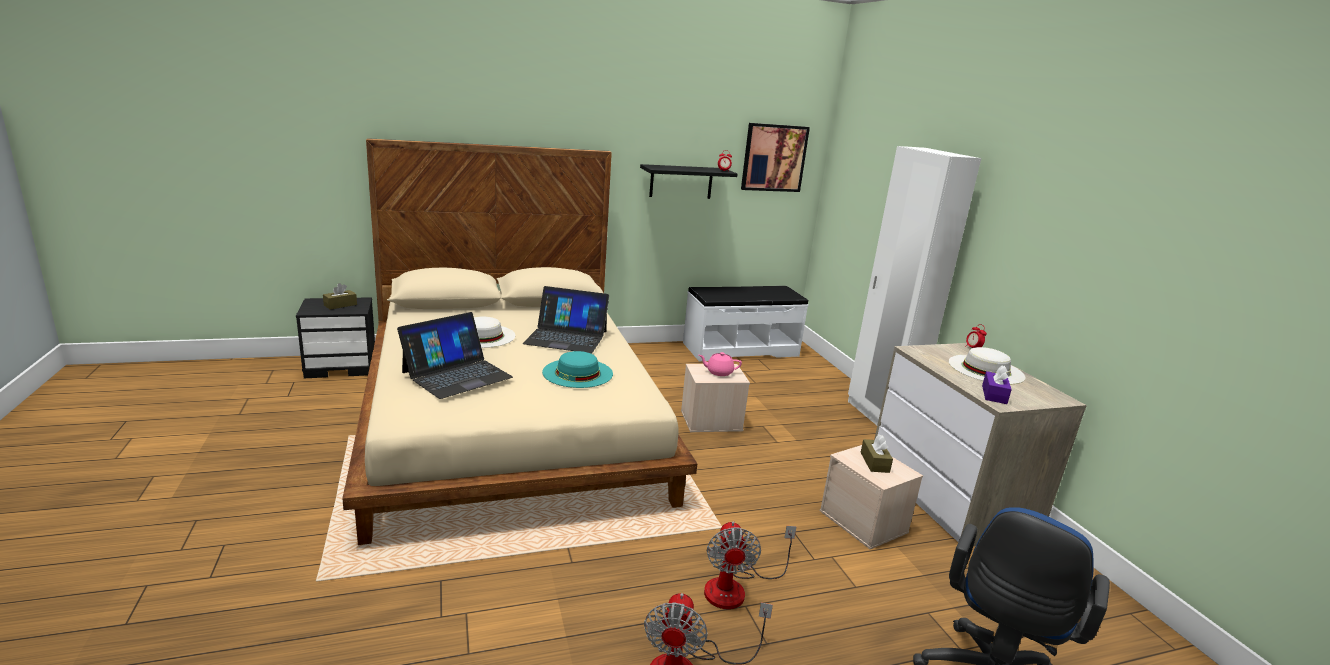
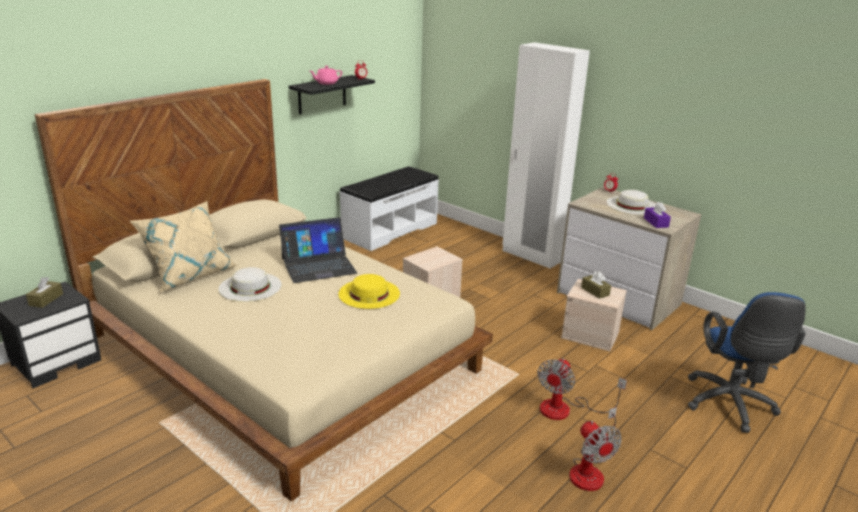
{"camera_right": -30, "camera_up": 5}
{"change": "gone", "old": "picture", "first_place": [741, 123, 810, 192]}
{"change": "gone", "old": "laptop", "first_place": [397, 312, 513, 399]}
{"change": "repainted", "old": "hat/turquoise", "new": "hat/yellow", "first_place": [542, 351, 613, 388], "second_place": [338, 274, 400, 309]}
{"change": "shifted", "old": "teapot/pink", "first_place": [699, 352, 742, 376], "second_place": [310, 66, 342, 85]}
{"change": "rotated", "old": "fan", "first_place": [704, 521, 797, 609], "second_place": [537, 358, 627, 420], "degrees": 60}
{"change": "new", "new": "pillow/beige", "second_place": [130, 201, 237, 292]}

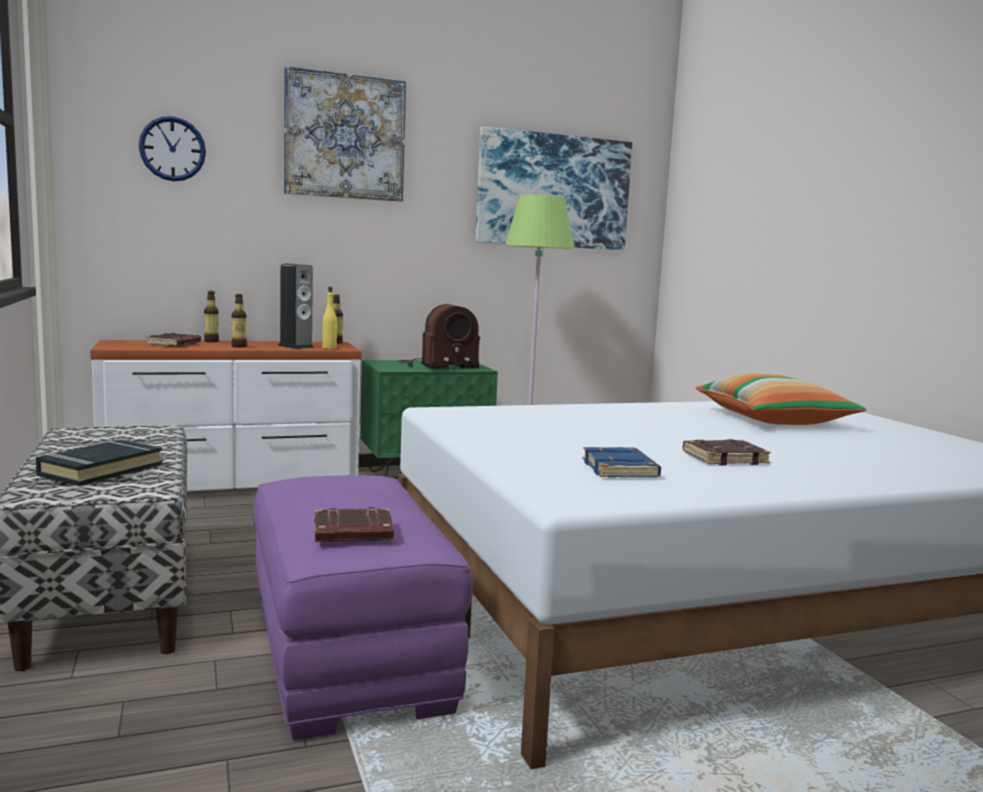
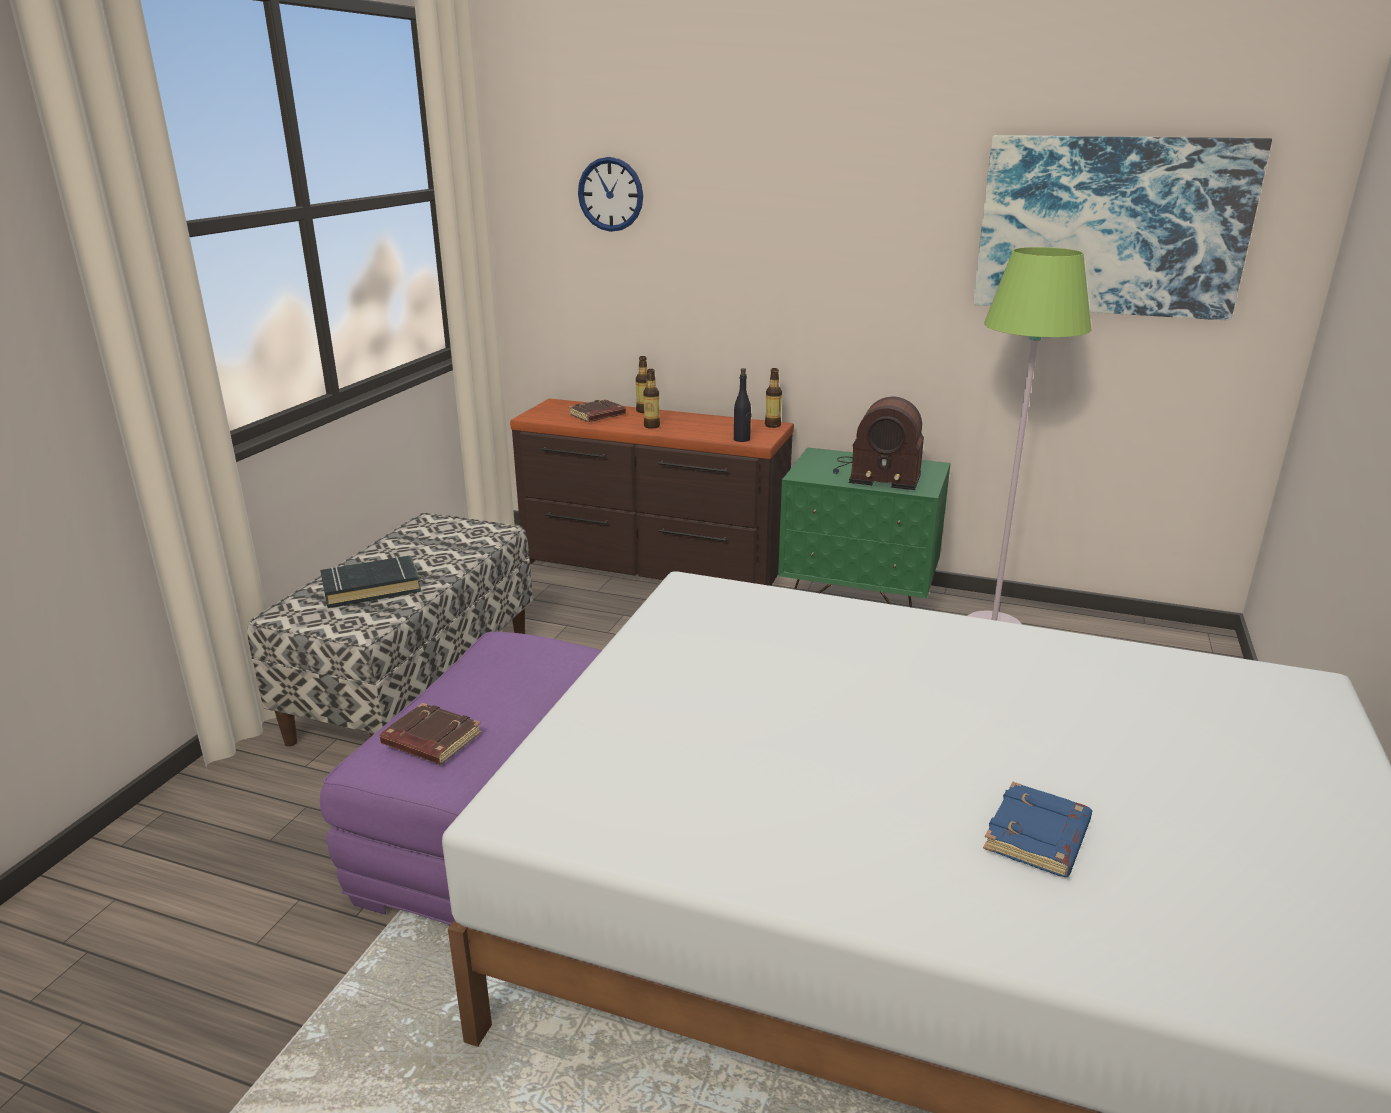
{"camera_right": 40, "camera_up": 15}
{"change": "gone", "old": "picture", "first_place": [284, 66, 406, 202]}
{"change": "gone", "old": "speaker", "first_place": [278, 263, 314, 349]}
{"change": "repainted", "old": "bottle/yellow", "new": "bottle/black", "first_place": [322, 287, 338, 349], "second_place": [734, 368, 752, 442]}
{"change": "repainted", "old": "dresser/white", "new": "dresser/brown", "first_place": [90, 340, 362, 491], "second_place": [510, 398, 794, 586]}
{"change": "gone", "old": "pillow", "first_place": [696, 373, 867, 425]}
{"change": "gone", "old": "book/brown", "first_place": [683, 439, 771, 466]}
{"change": "shifted", "old": "book/blue", "first_place": [582, 447, 661, 478], "second_place": [983, 781, 1092, 877]}

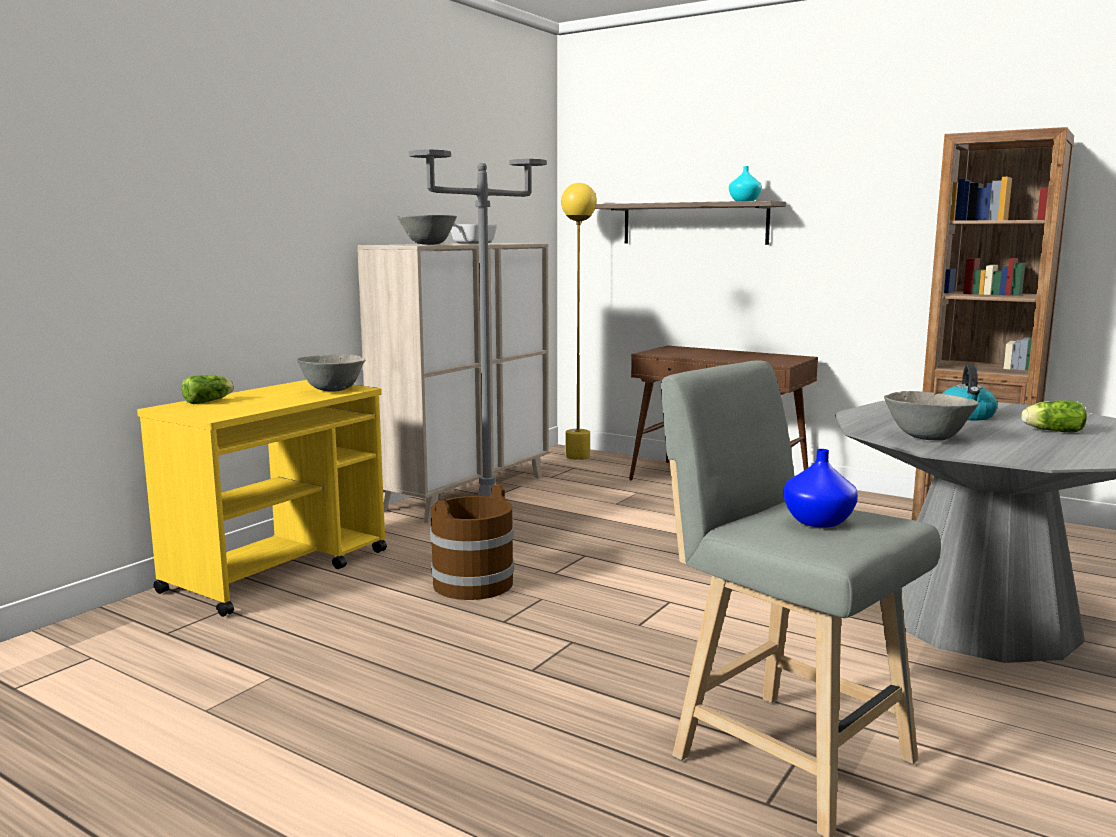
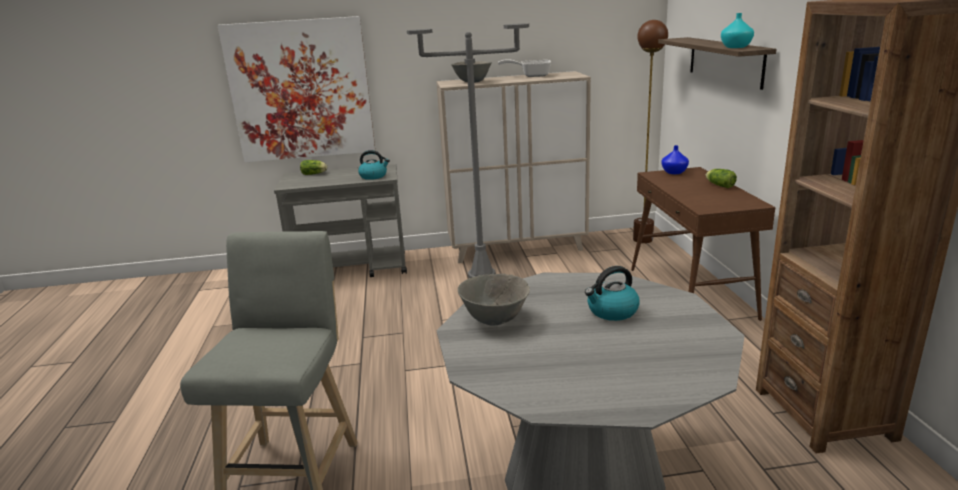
{"camera_right": 50, "camera_up": 10}
{"change": "repainted", "old": "floor lamp/yellow", "new": "floor lamp/brown", "first_place": [561, 183, 597, 460], "second_place": [633, 20, 668, 244]}
{"change": "swapped", "old": "bowl/grey", "new": "kettle", "first_place": [296, 354, 366, 392], "second_place": [358, 150, 390, 180]}
{"change": "repainted", "old": "cart/yellow", "new": "cart/grey", "first_place": [137, 380, 387, 617], "second_place": [274, 164, 407, 277]}
{"change": "shifted", "old": "lettuce", "first_place": [1021, 400, 1087, 432], "second_place": [705, 169, 737, 188]}
{"change": "shifted", "old": "vase/blue", "first_place": [783, 449, 858, 528], "second_place": [661, 145, 689, 174]}
{"change": "gone", "old": "bucket/brown", "first_place": [430, 484, 514, 600]}
{"change": "new", "new": "picture", "second_place": [217, 16, 376, 162]}

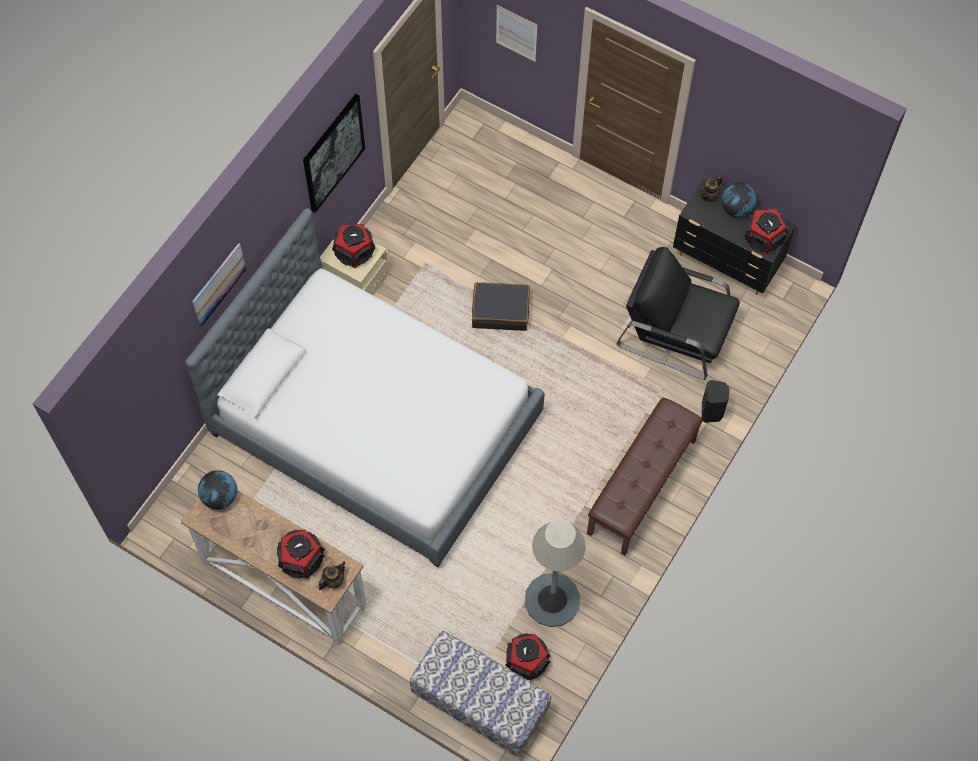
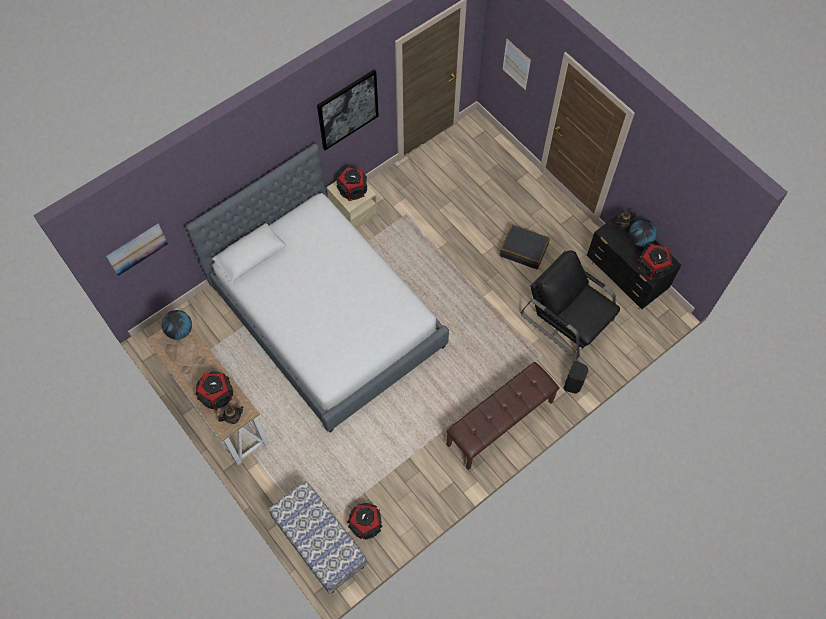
{"camera_right": 20, "camera_up": 0}
{"change": "shifted", "old": "picture", "first_place": [192, 243, 246, 327], "second_place": [106, 224, 168, 276]}
{"change": "shifted", "old": "suitcase/black", "first_place": [472, 282, 530, 331], "second_place": [500, 225, 550, 269]}
{"change": "gone", "old": "floor lamp/grey", "first_place": [525, 519, 586, 627]}

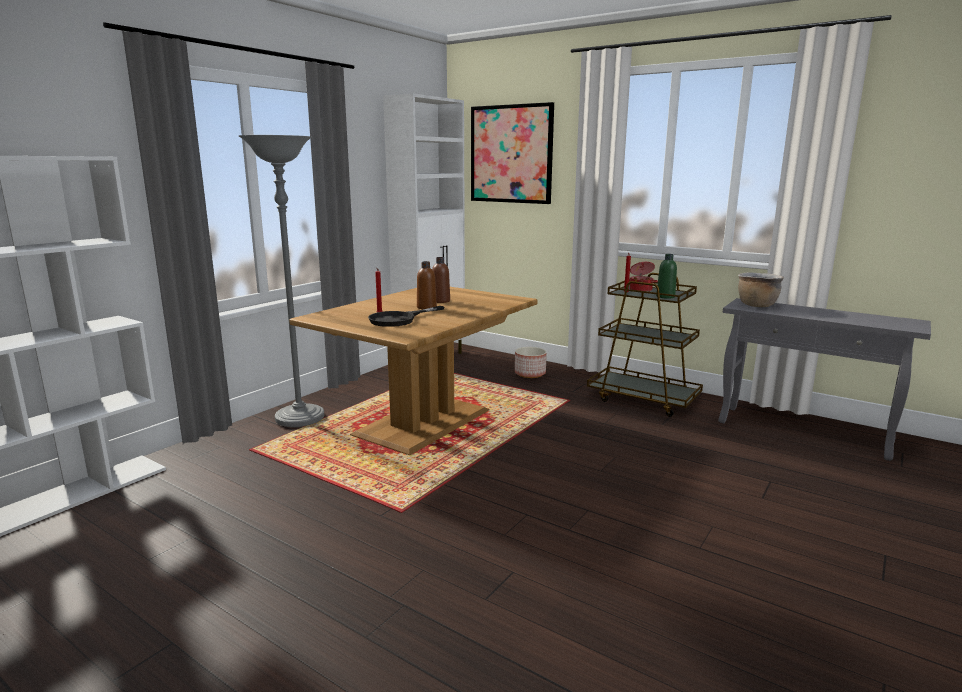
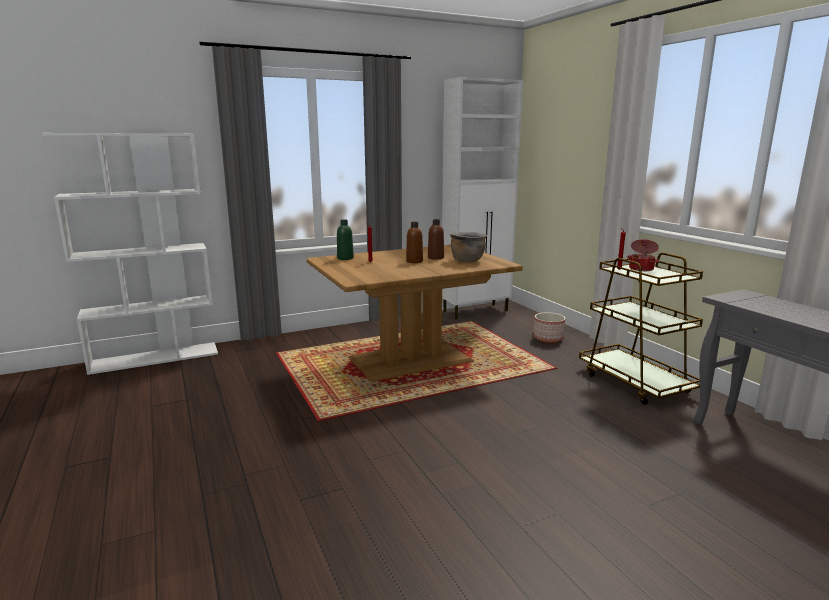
{"camera_right": 30, "camera_up": 0}
{"change": "gone", "old": "picture", "first_place": [471, 102, 554, 204]}
{"change": "gone", "old": "floor lamp/grey", "first_place": [239, 135, 324, 428]}
{"change": "shifted", "old": "bottle/green", "first_place": [656, 254, 677, 299], "second_place": [337, 220, 354, 260]}
{"change": "shifted", "old": "cooking pot/brown", "first_place": [738, 272, 784, 307], "second_place": [450, 232, 487, 262]}
{"change": "gone", "old": "frying pan/black", "first_place": [368, 306, 444, 327]}

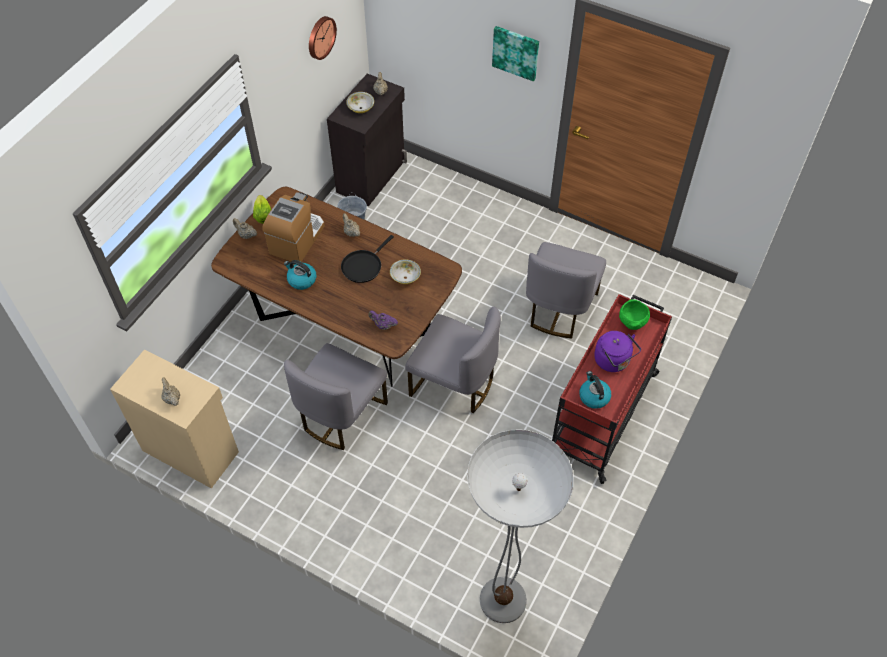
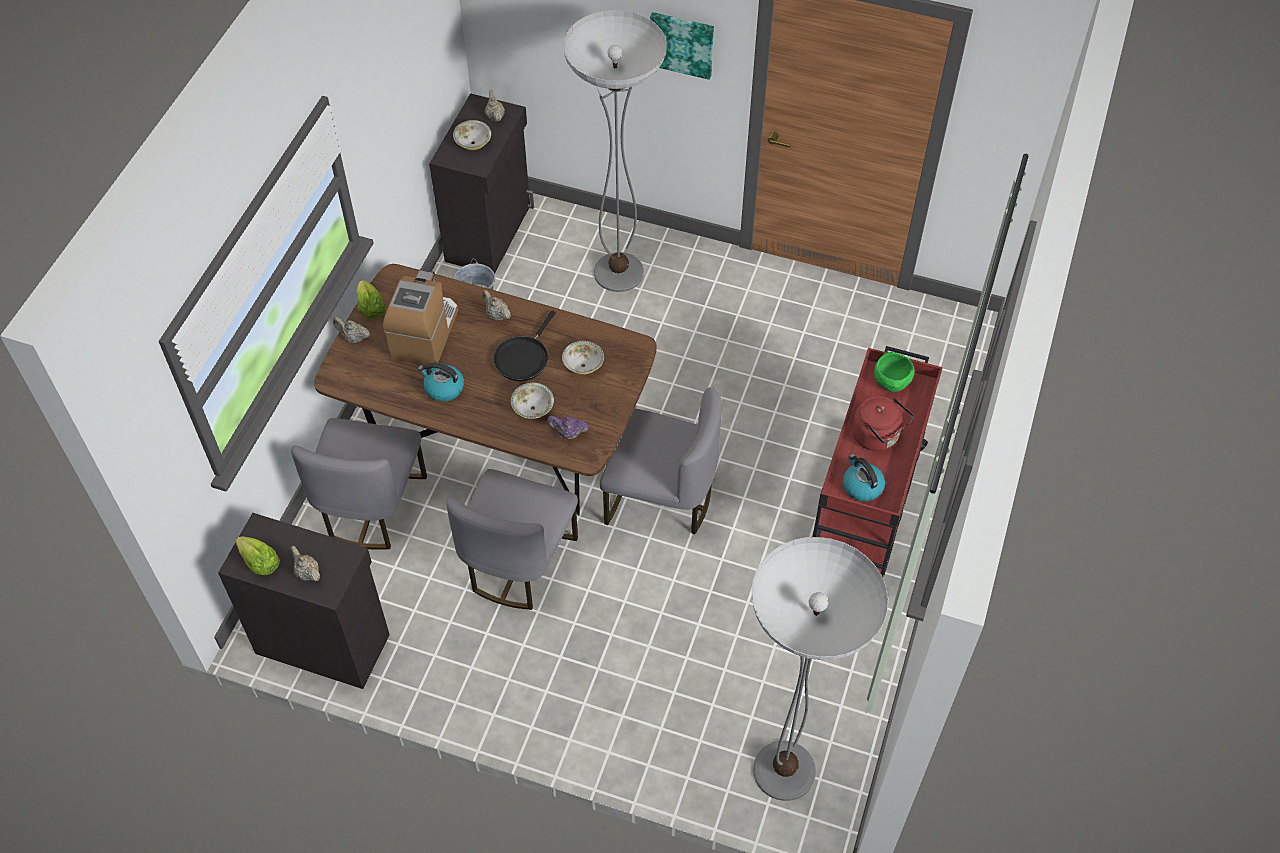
{"camera_right": -10, "camera_up": 0}
{"change": "gone", "old": "wall clock", "first_place": [309, 16, 337, 60]}
{"change": "shifted", "old": "chair/grey", "first_place": [526, 242, 606, 338], "second_place": [291, 418, 427, 550]}
{"change": "repainted", "old": "kettle/purple", "new": "kettle/red", "first_place": [594, 331, 641, 372], "second_place": [852, 396, 914, 451]}
{"change": "repainted", "old": "cabinet/beige", "new": "cabinet/black", "first_place": [110, 349, 239, 488], "second_place": [218, 513, 390, 689]}
{"change": "new", "new": "floor lamp", "second_place": [563, 10, 667, 292]}
{"change": "new", "new": "bowl", "second_place": [511, 383, 554, 419]}
{"change": "new", "new": "lettuce", "second_place": [235, 536, 280, 575]}

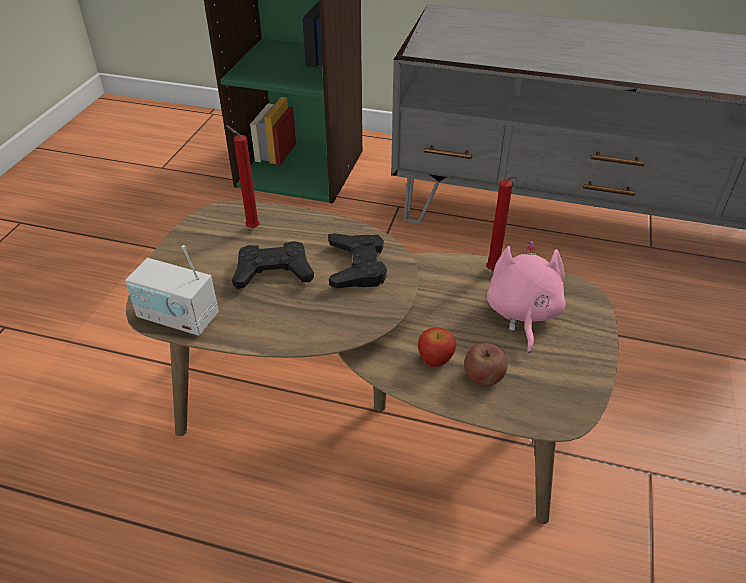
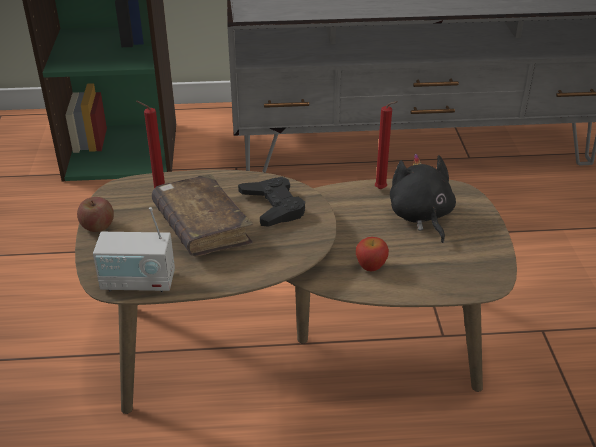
{"camera_right": -20, "camera_up": -5}
{"change": "swapped", "old": "game controller/black", "new": "book/brown", "first_place": [232, 241, 314, 289], "second_place": [152, 174, 253, 257]}
{"change": "repainted", "old": "plush toy/pink", "new": "plush toy/black", "first_place": [487, 241, 566, 353], "second_place": [390, 154, 456, 243]}
{"change": "shifted", "old": "apple", "first_place": [464, 343, 508, 386], "second_place": [77, 197, 114, 232]}

